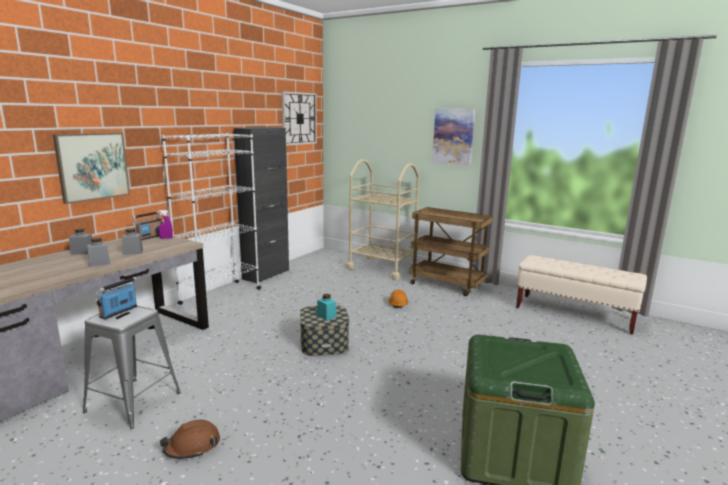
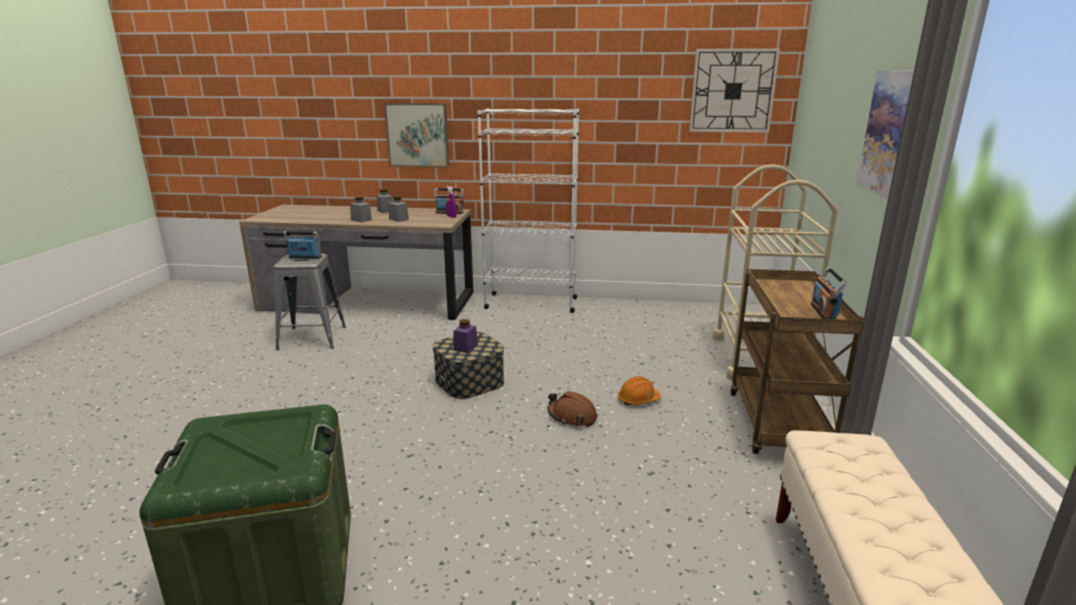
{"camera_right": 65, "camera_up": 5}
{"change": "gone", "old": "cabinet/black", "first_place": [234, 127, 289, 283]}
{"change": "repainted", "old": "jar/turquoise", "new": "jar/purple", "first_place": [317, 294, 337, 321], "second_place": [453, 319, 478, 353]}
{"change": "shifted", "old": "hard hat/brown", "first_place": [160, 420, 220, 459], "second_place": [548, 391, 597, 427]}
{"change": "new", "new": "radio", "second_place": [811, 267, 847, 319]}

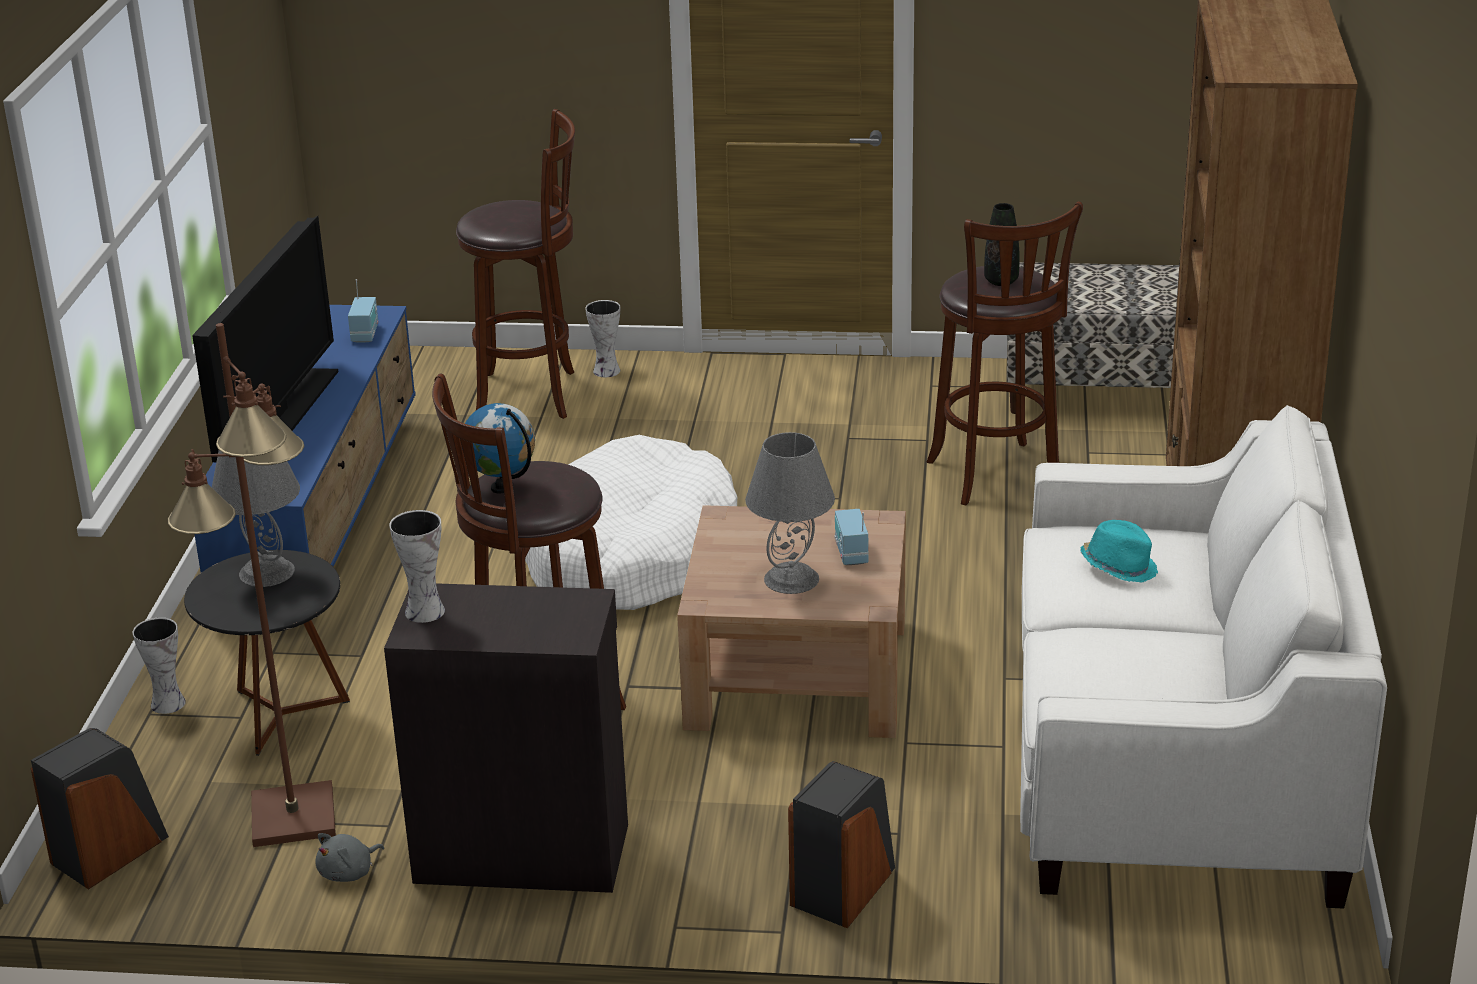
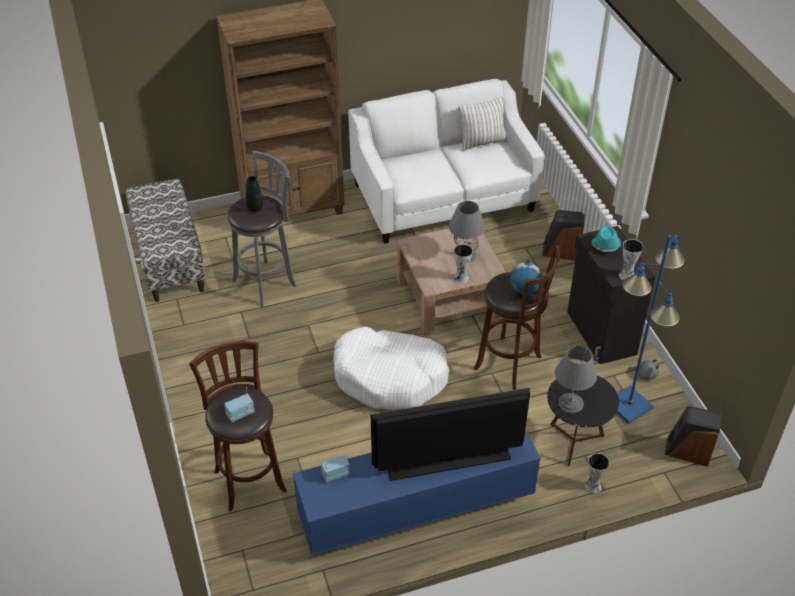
{"camera_right": -115, "camera_up": 15}
{"change": "repainted", "old": "stool/brown", "new": "stool/grey", "first_place": [926, 201, 1083, 506], "second_place": [228, 151, 297, 307]}
{"change": "shifted", "old": "vase", "first_place": [585, 300, 620, 377], "second_place": [454, 244, 473, 284]}
{"change": "repainted", "old": "floor lamp/brown", "new": "floor lamp/blue", "first_place": [168, 323, 336, 847], "second_place": [617, 235, 685, 424]}
{"change": "shifted", "old": "radio", "first_place": [835, 509, 868, 565], "second_place": [224, 387, 255, 422]}
{"change": "shifted", "old": "hat/turquoise", "first_place": [1081, 520, 1158, 582], "second_place": [592, 226, 621, 252]}
{"change": "new", "new": "pillow", "second_place": [459, 96, 508, 151]}

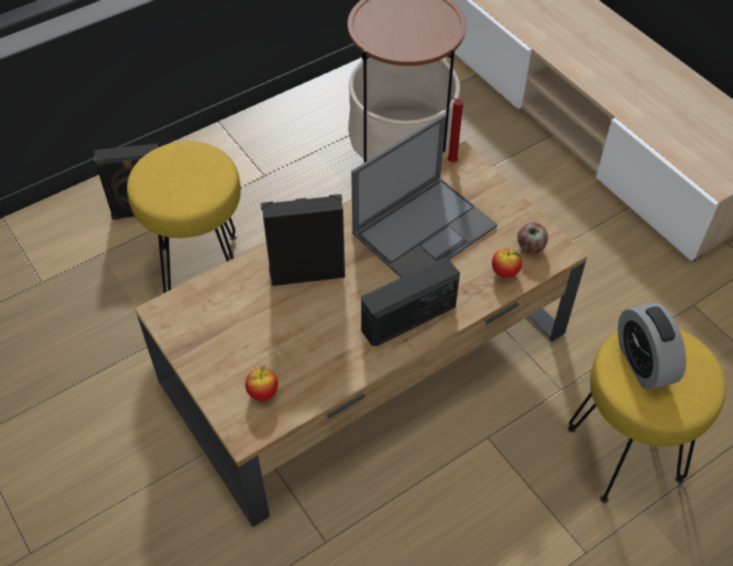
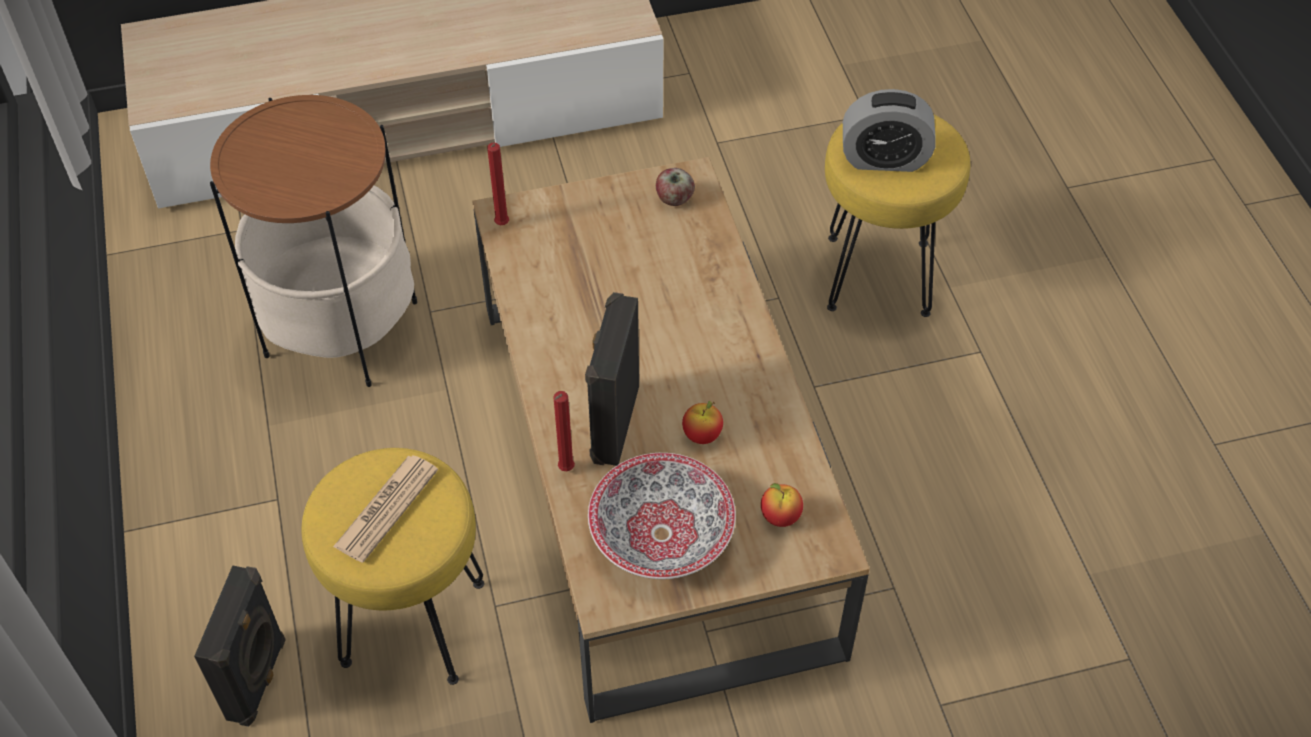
{"camera_right": -70, "camera_up": 0}
{"change": "gone", "old": "laptop", "first_place": [351, 114, 497, 278]}
{"change": "shifted", "old": "apple", "first_place": [492, 249, 522, 278], "second_place": [682, 400, 723, 444]}
{"change": "gone", "old": "radio", "first_place": [361, 258, 460, 346]}
{"change": "new", "new": "candle/red", "second_place": [553, 391, 575, 471]}
{"change": "new", "new": "bowl", "second_place": [588, 453, 736, 579]}
{"change": "new", "new": "newspaper", "second_place": [333, 455, 438, 562]}

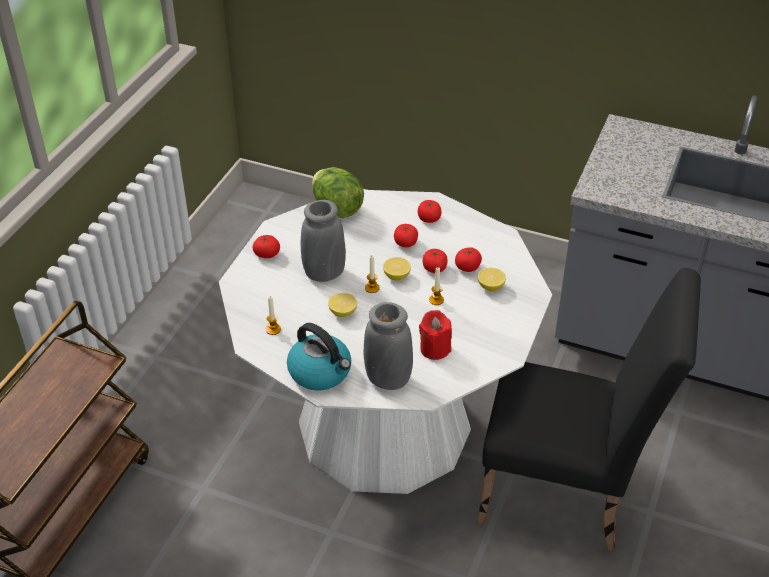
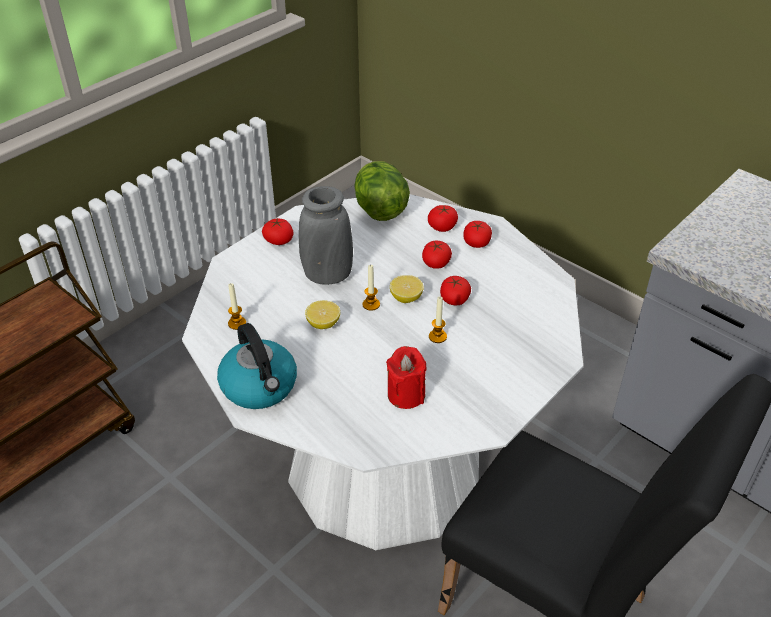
{"camera_right": 20, "camera_up": 0}
{"change": "shifted", "old": "tomato", "first_place": [455, 247, 482, 272], "second_place": [428, 205, 458, 232]}
{"change": "gone", "old": "lemon", "first_place": [478, 268, 506, 291]}
{"change": "gone", "old": "vase/grey", "first_place": [363, 302, 413, 390]}

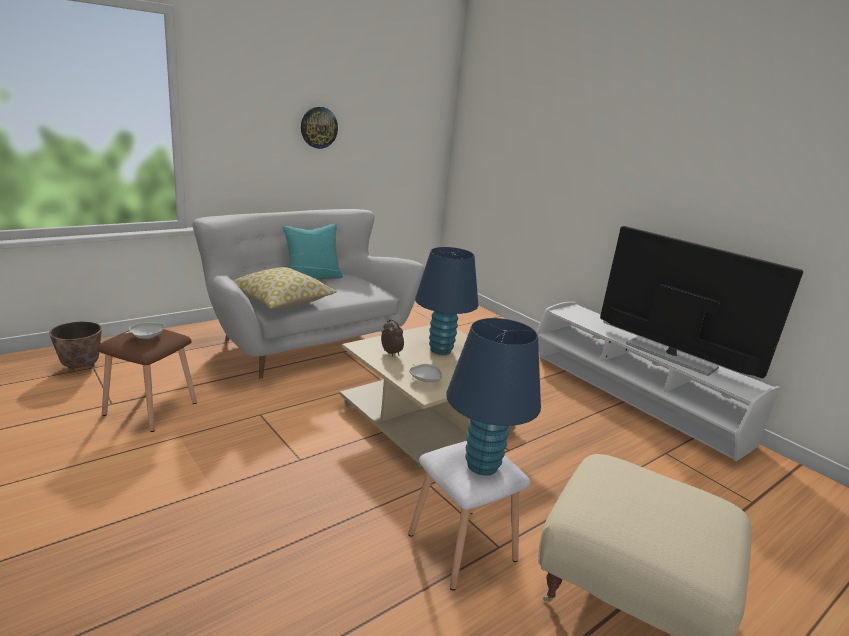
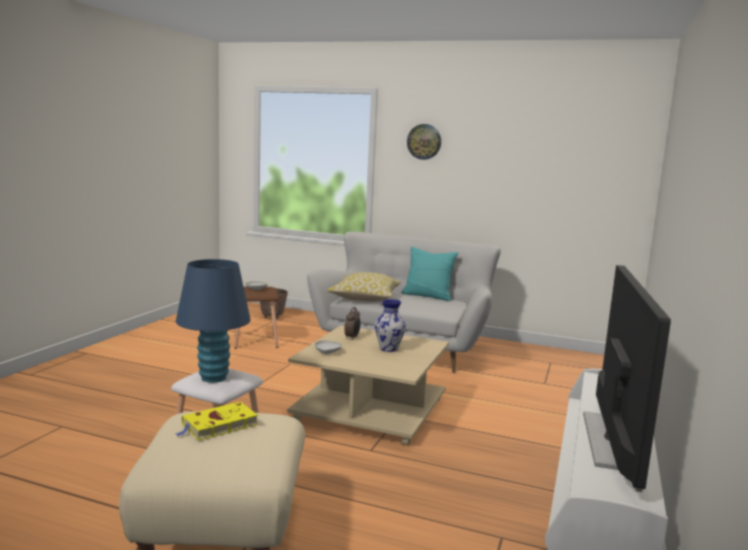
{"camera_right": 60, "camera_up": -10}
{"change": "shifted", "old": "wall clock", "first_place": [301, 107, 338, 149], "second_place": [407, 124, 441, 160]}
{"change": "swapped", "old": "table lamp/blue", "new": "vase", "first_place": [415, 247, 478, 355], "second_place": [375, 299, 406, 352]}
{"change": "new", "new": "book/yellow", "second_place": [176, 402, 258, 441]}

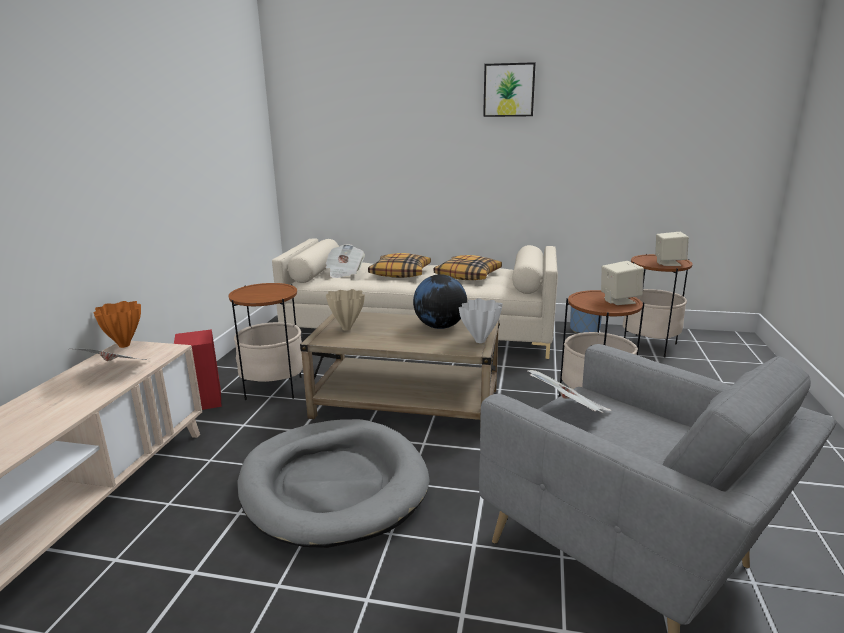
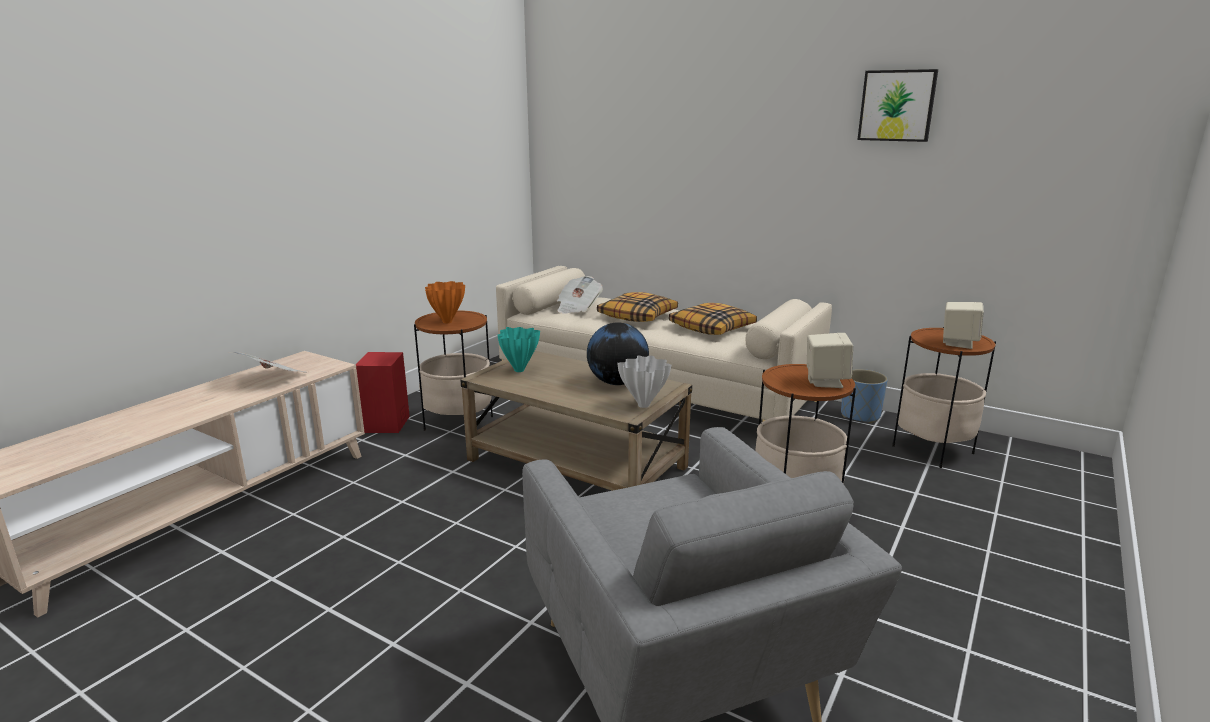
{"camera_right": 20, "camera_up": 0}
{"change": "shifted", "old": "picture", "first_place": [483, 62, 536, 117], "second_place": [858, 69, 938, 142]}
{"change": "repainted", "old": "vase/beige", "new": "vase/turquoise", "first_place": [326, 289, 365, 331], "second_place": [498, 327, 540, 372]}
{"change": "shifted", "old": "vase/orange", "first_place": [93, 301, 141, 348], "second_place": [425, 281, 465, 323]}
{"change": "gone", "old": "newspaper", "first_place": [527, 370, 612, 413]}
{"change": "gone", "old": "dog bed/grey", "first_place": [237, 419, 429, 548]}

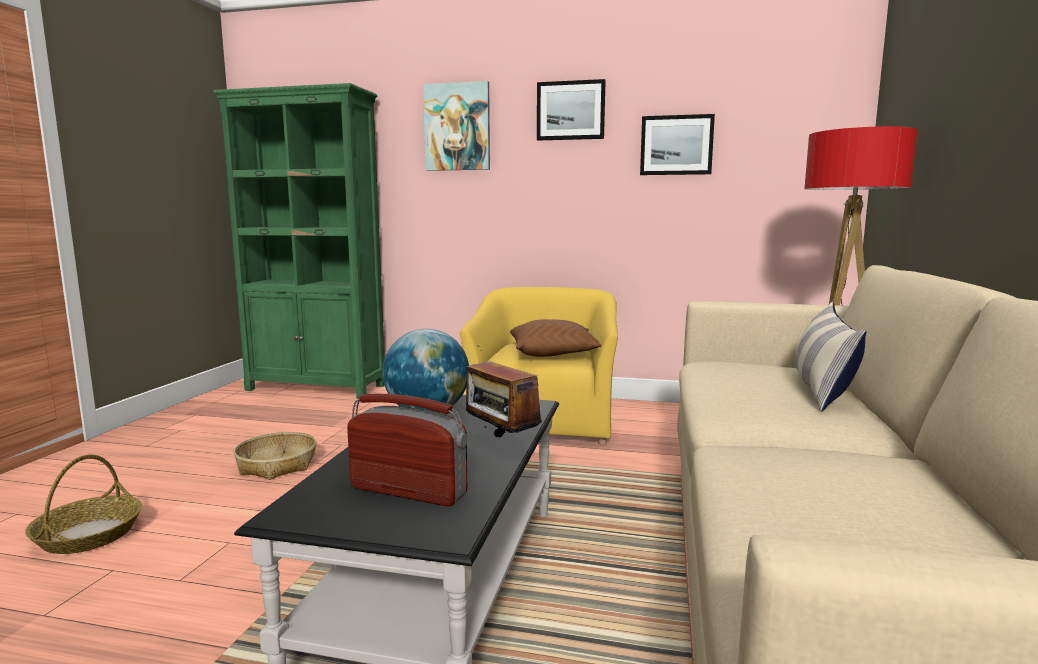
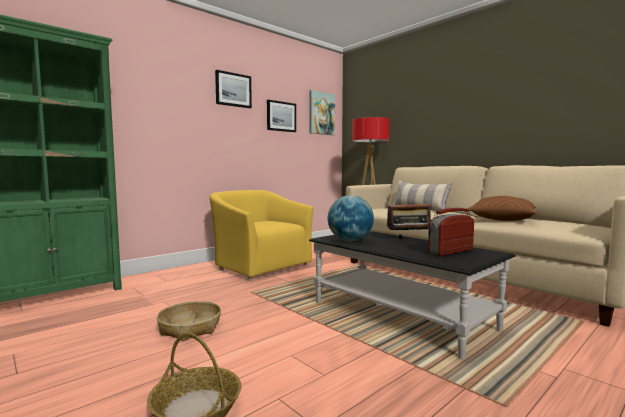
{"camera_right": -55, "camera_up": -5}
{"change": "shifted", "old": "picture", "first_place": [423, 81, 490, 171], "second_place": [309, 90, 335, 135]}
{"change": "shifted", "old": "pillow/brown", "first_place": [510, 319, 602, 357], "second_place": [468, 196, 537, 221]}

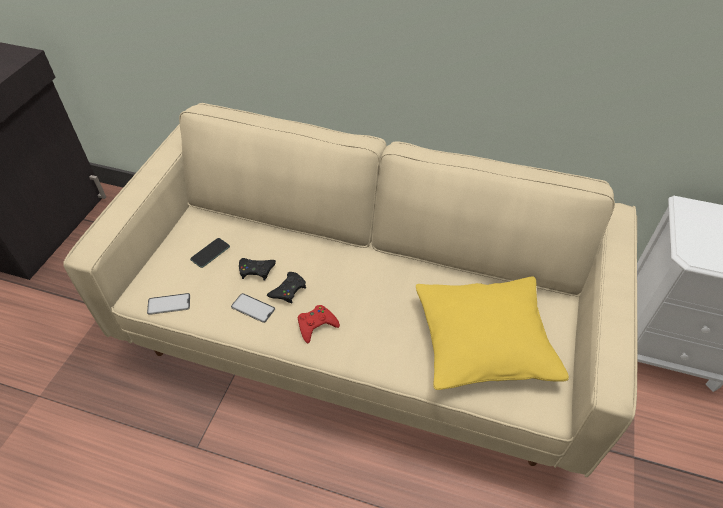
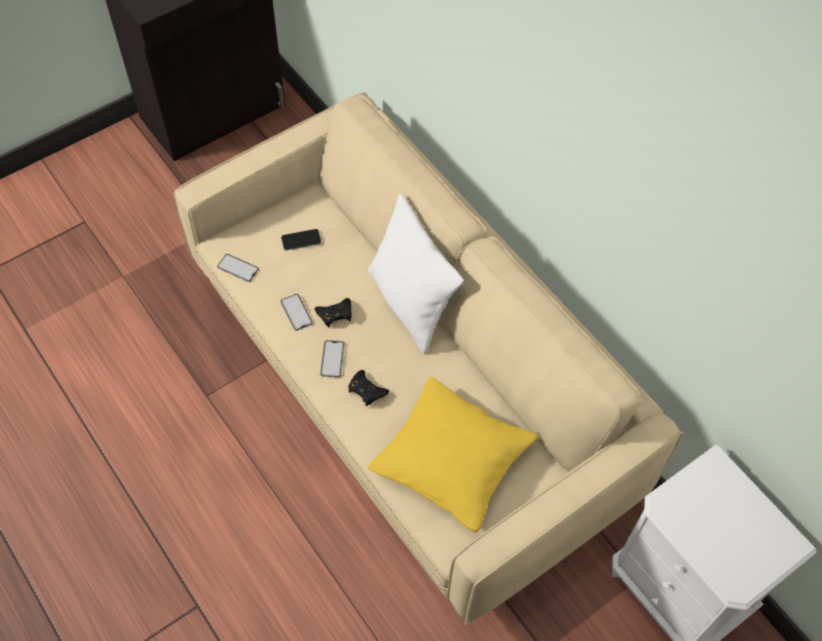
{"camera_right": 35, "camera_up": 10}
{"change": "shifted", "old": "game controller/black", "first_place": [239, 258, 276, 280], "second_place": [348, 370, 390, 406]}
{"change": "swapped", "old": "game controller/red", "new": "phone", "first_place": [298, 305, 340, 344], "second_place": [320, 340, 344, 377]}
{"change": "new", "new": "pillow/white", "second_place": [368, 194, 464, 353]}

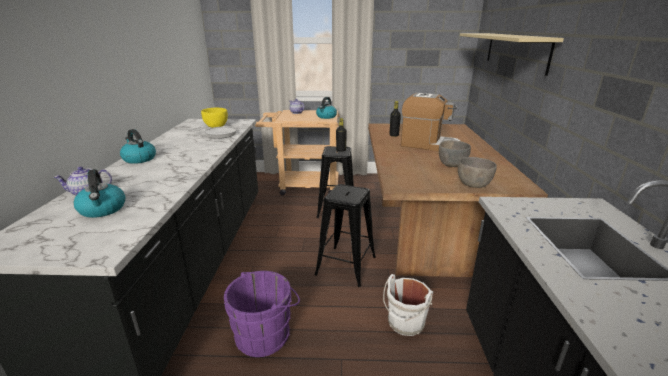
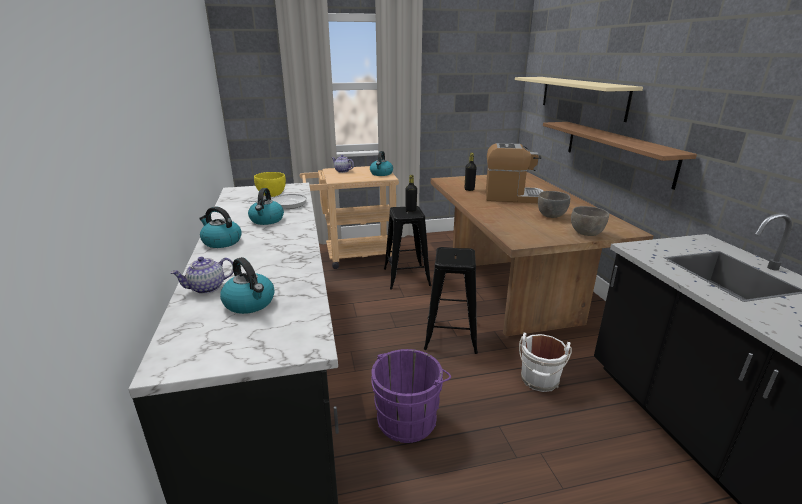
{"camera_right": -15, "camera_up": 0}
{"change": "new", "new": "shelf", "second_place": [543, 122, 697, 190]}
{"change": "new", "new": "kettle", "second_place": [248, 188, 284, 225]}

